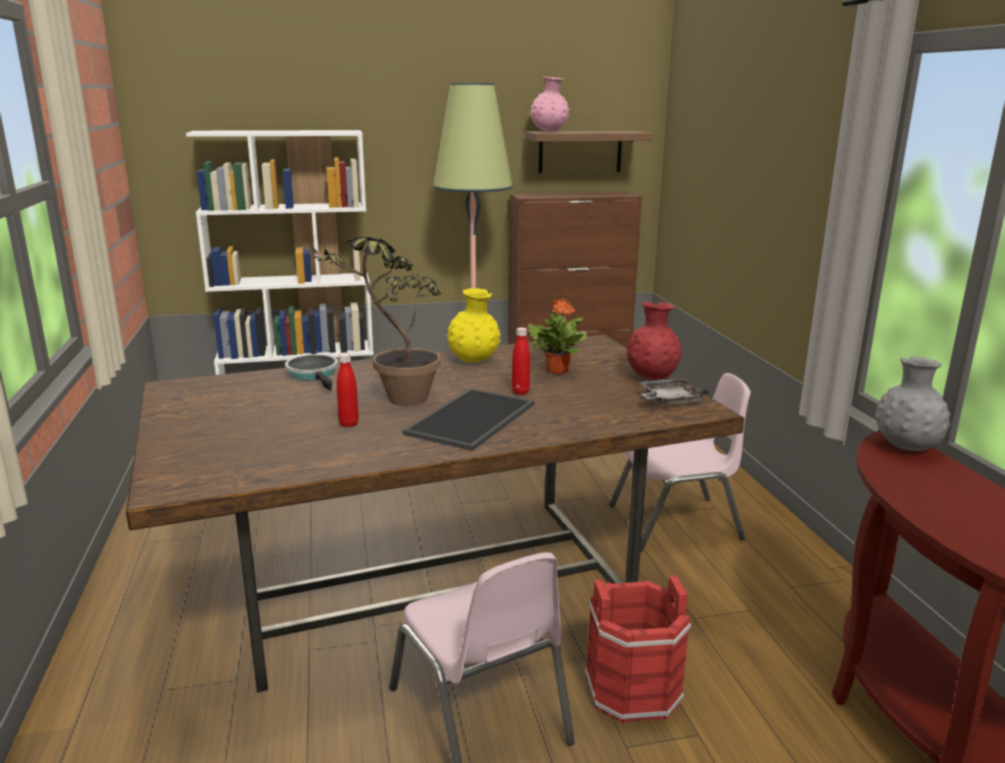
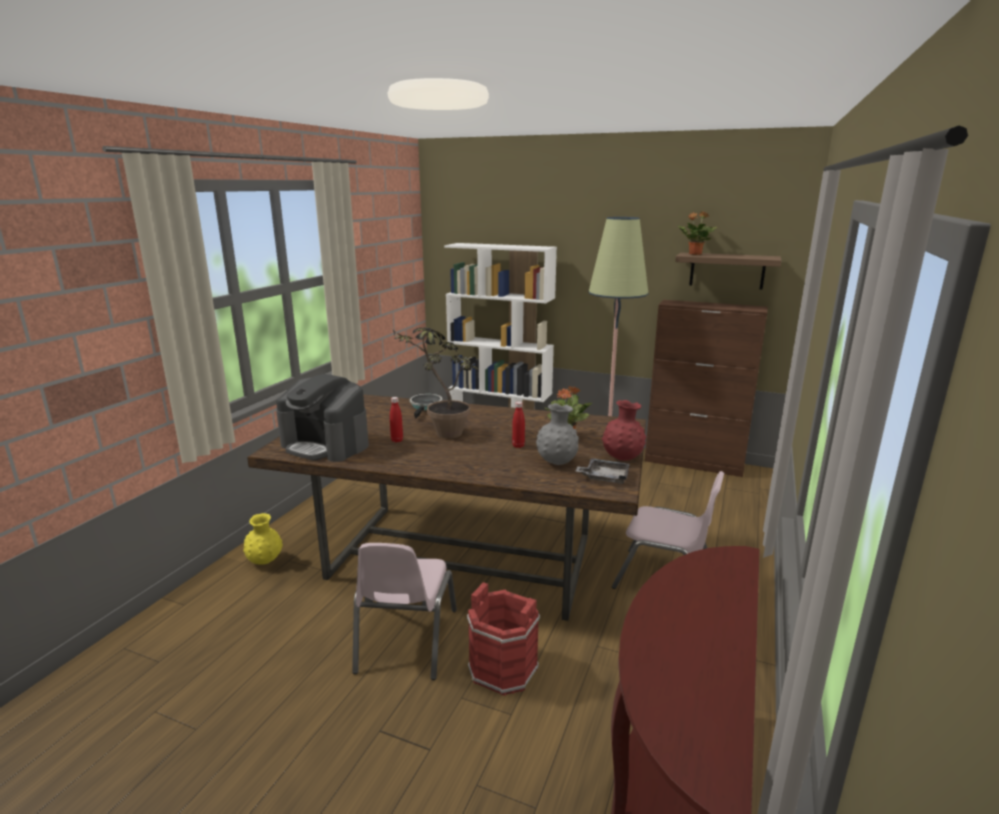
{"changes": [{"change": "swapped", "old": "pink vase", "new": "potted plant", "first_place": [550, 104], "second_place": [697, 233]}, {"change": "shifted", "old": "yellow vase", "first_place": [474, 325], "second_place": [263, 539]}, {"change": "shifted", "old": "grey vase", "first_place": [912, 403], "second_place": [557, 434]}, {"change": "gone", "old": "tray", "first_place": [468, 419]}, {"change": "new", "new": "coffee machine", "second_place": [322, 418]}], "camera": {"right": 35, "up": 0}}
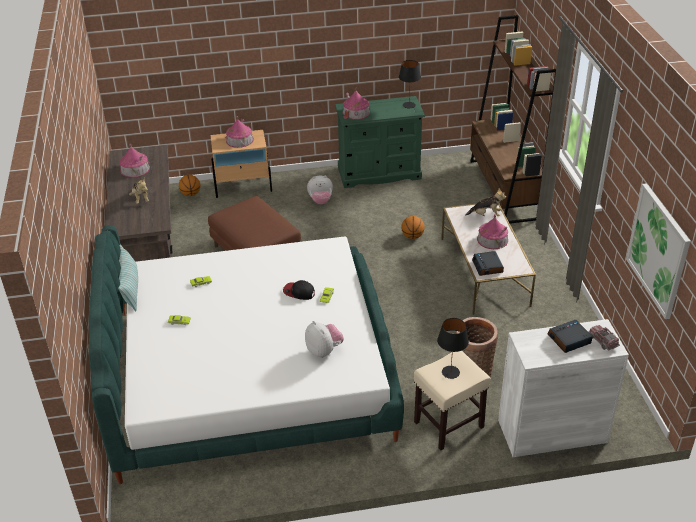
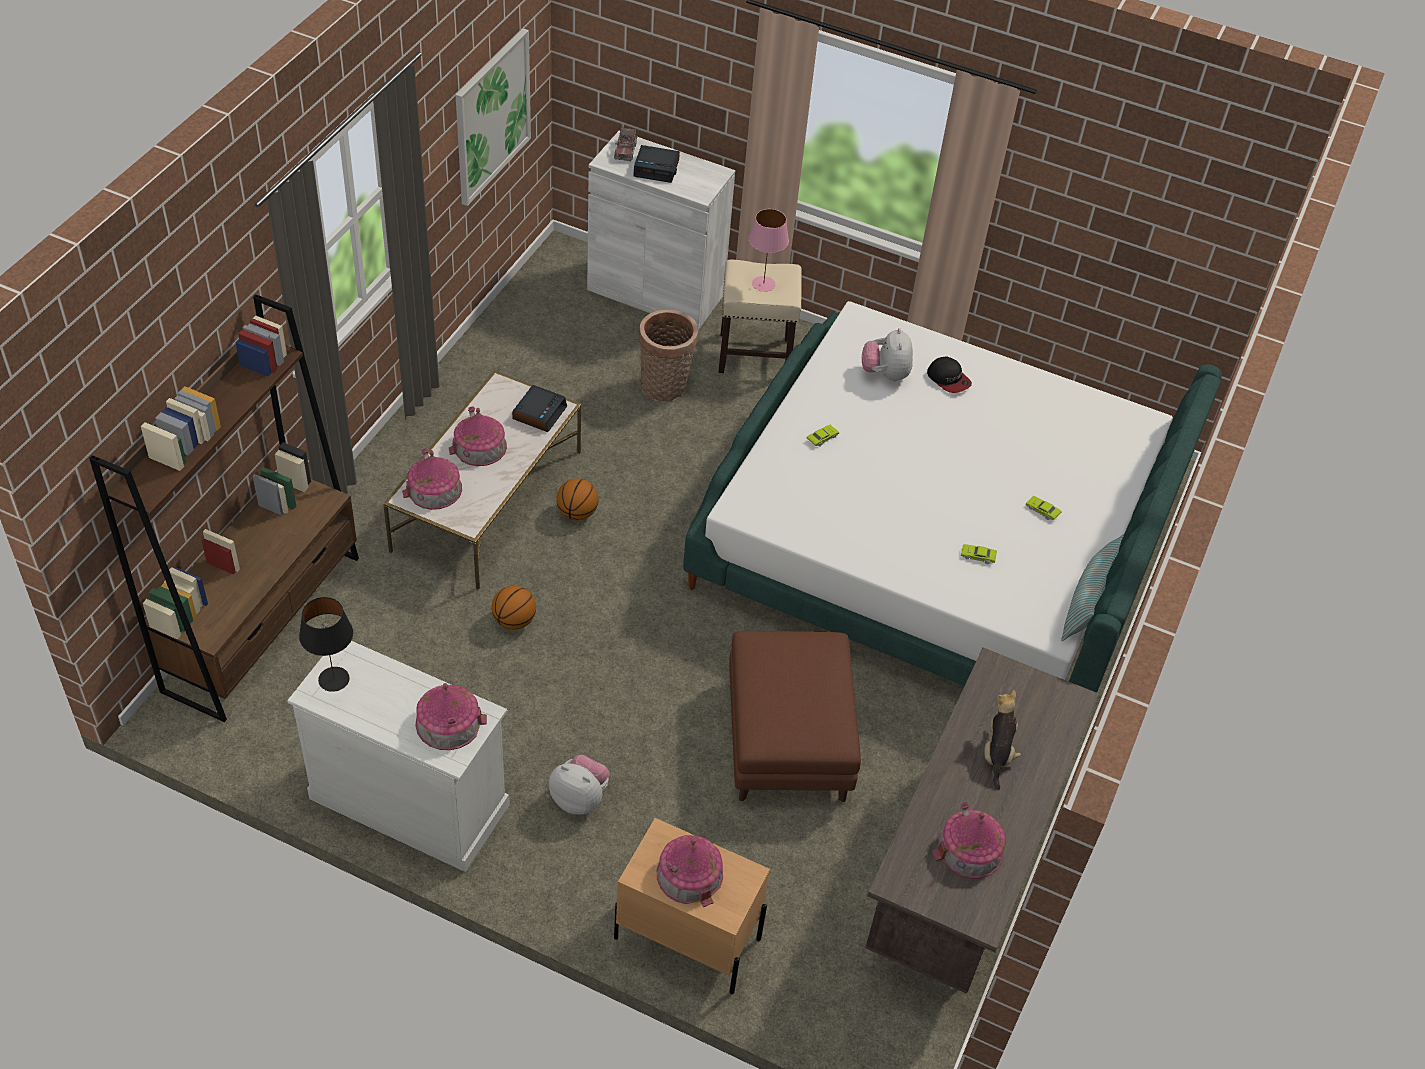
{"changes": [{"change": "repainted", "old": "green dresser", "new": "white dresser", "first_place": [380, 142], "second_place": [398, 756]}, {"change": "shifted", "old": "basketball", "first_place": [190, 185], "second_place": [577, 499]}, {"change": "swapped", "old": "plush toy", "new": "toy house", "first_place": [486, 202], "second_place": [432, 479]}, {"change": "shifted", "old": "cap", "first_place": [299, 290], "second_place": [949, 375]}, {"change": "repainted", "old": "black table lamp", "new": "pink table lamp", "first_place": [453, 348], "second_place": [768, 250]}], "camera": {"right": -150, "up": 10}}
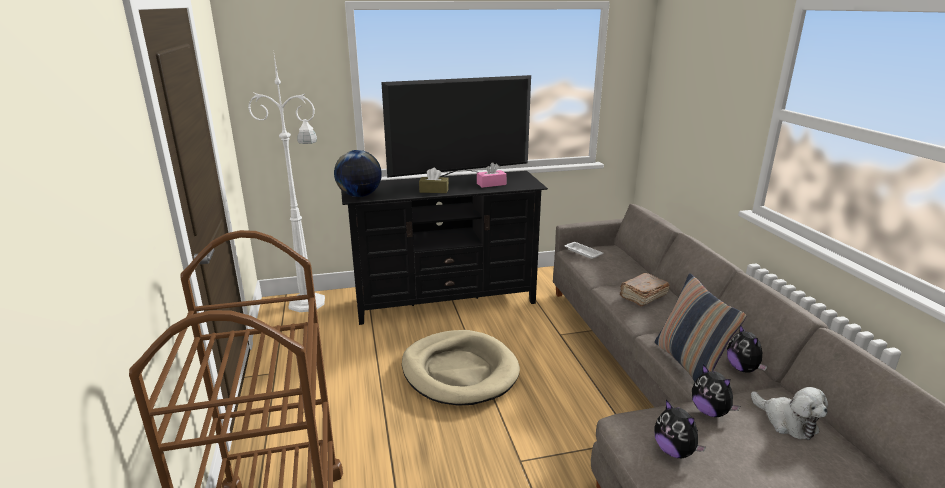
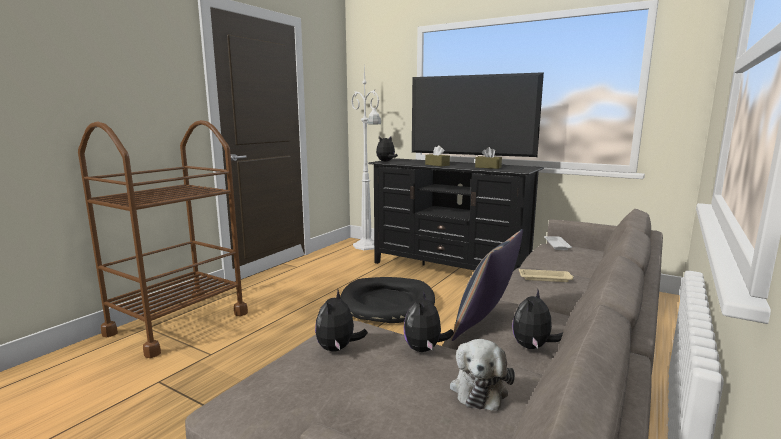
{"changes": [{"change": "swapped", "old": "globe", "new": "plush toy", "first_place": [358, 173], "second_place": [387, 149]}, {"change": "repainted", "old": "pink tissue box", "new": "brown tissue box", "first_place": [492, 175], "second_place": [488, 158]}, {"change": "swapped", "old": "brown book", "new": "beige tray", "first_place": [645, 290], "second_place": [546, 275]}, {"change": "repainted", "old": "beige dog bed", "new": "black dog bed", "first_place": [461, 368], "second_place": [387, 300]}], "camera": {"right": 45, "up": -10}}
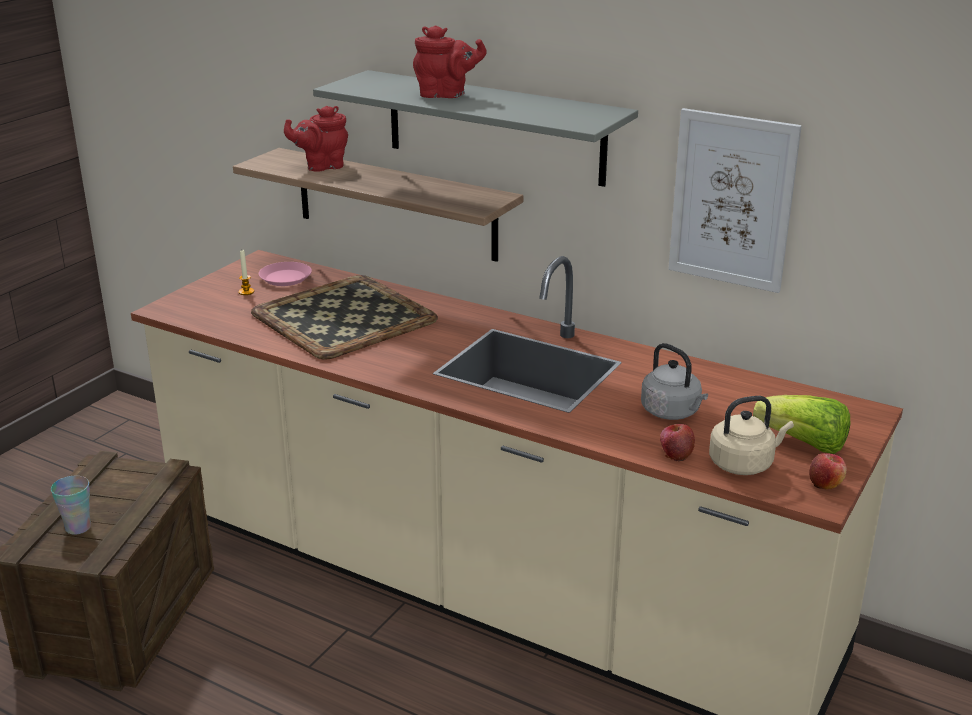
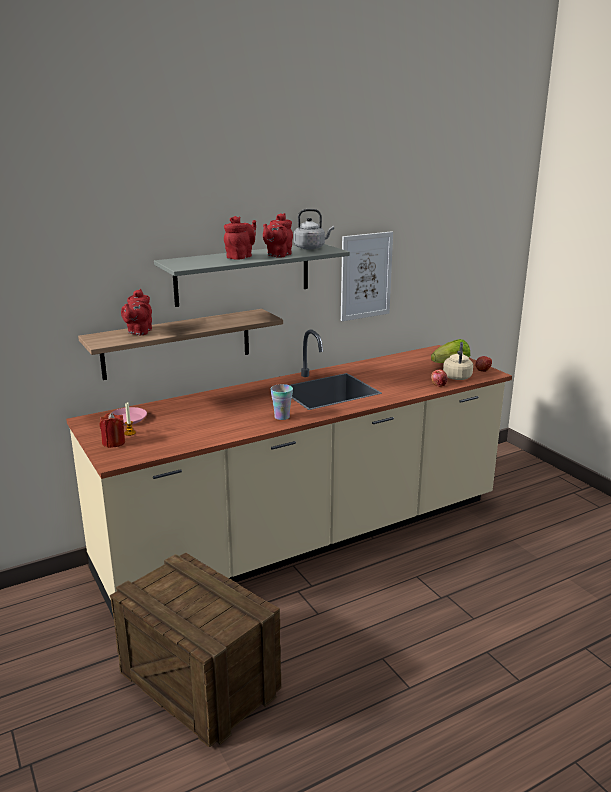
{"changes": [{"change": "gone", "old": "tray", "first_place": [344, 317]}, {"change": "shifted", "old": "grey kettle", "first_place": [674, 381], "second_place": [314, 229]}, {"change": "shifted", "old": "cup", "first_place": [71, 505], "second_place": [282, 402]}, {"change": "new", "new": "red teapot", "second_place": [278, 235]}, {"change": "new", "new": "red candle", "second_place": [112, 430]}], "camera": {"right": -60, "up": -5}}
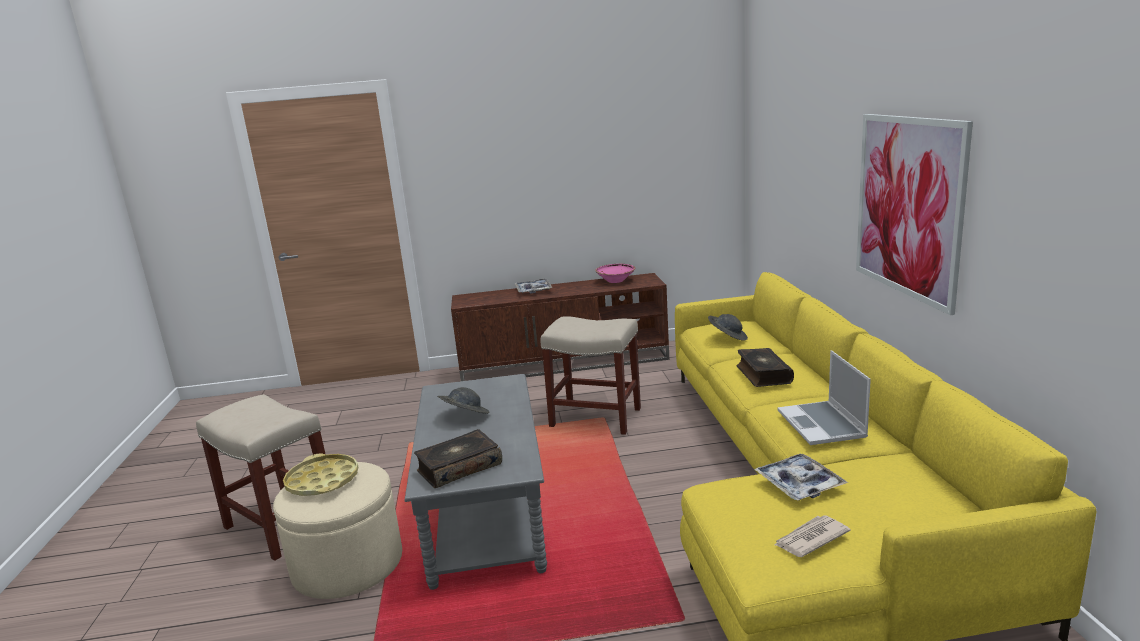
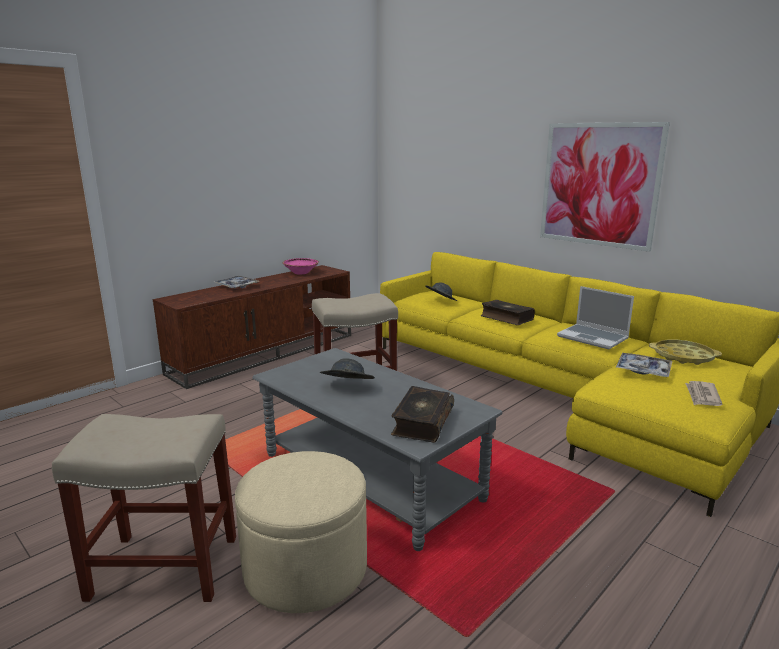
{"changes": [{"change": "shifted", "old": "yellow tray", "first_place": [320, 474], "second_place": [685, 352]}], "camera": {"right": -40, "up": 0}}
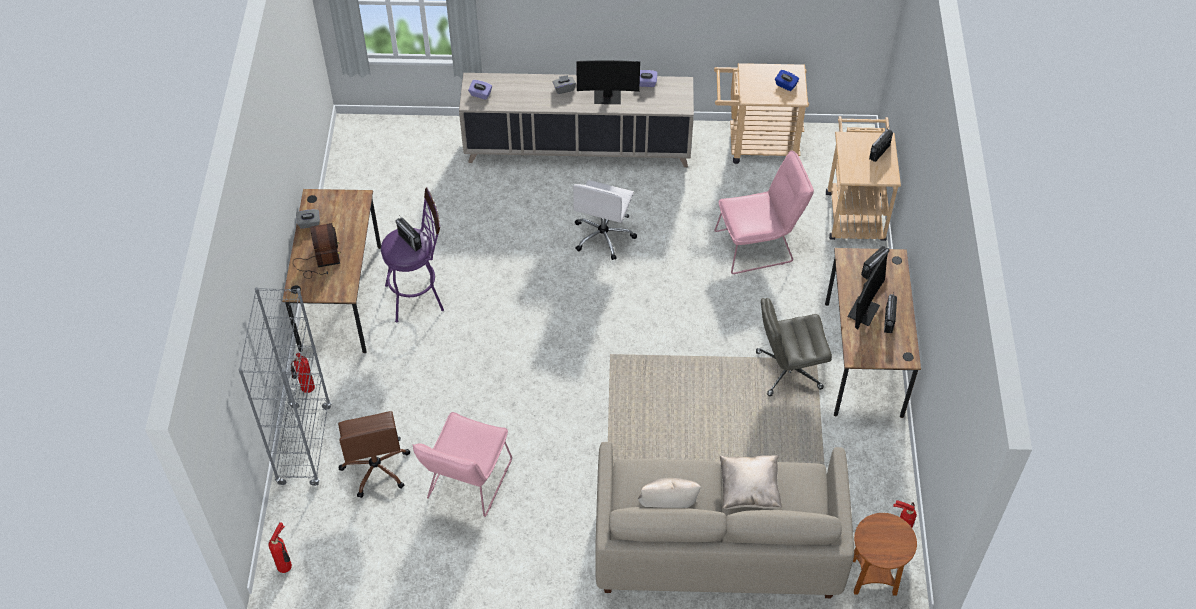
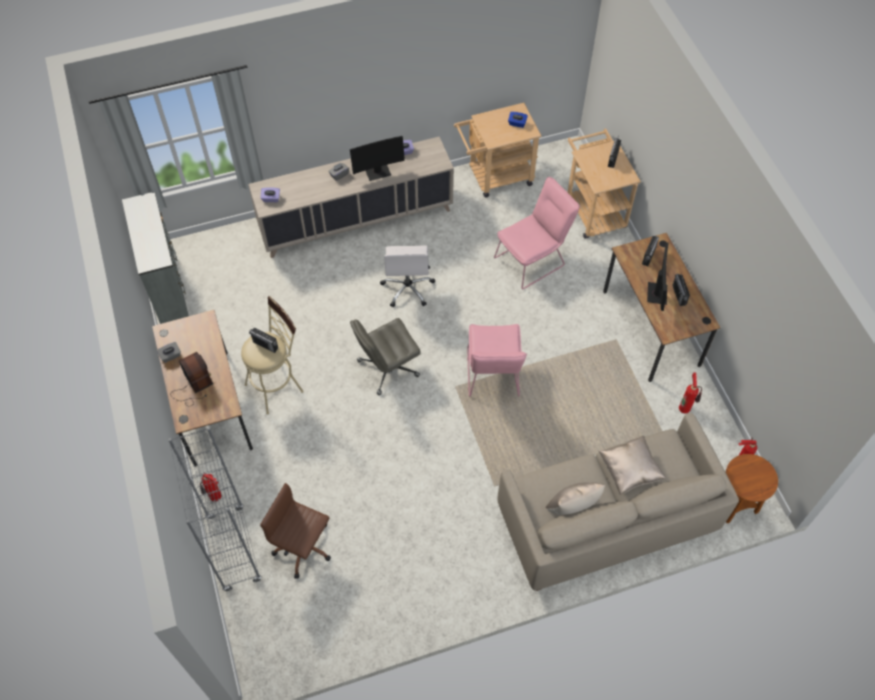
{"changes": [{"change": "repainted", "old": "purple stool", "new": "beige stool", "first_place": [412, 255], "second_place": [272, 355]}, {"change": "shifted", "old": "grey office chair", "first_place": [794, 347], "second_place": [385, 356]}, {"change": "rotated", "old": "brown office chair", "first_place": [374, 454], "second_place": [295, 531], "degrees": 150}, {"change": "shifted", "old": "pink chair", "first_place": [462, 464], "second_place": [497, 360]}, {"change": "shifted", "old": "fire extinguisher", "first_place": [280, 547], "second_place": [690, 392]}, {"change": "new", "new": "grey dresser", "second_place": [155, 258]}], "camera": {"right": -20, "up": 5}}
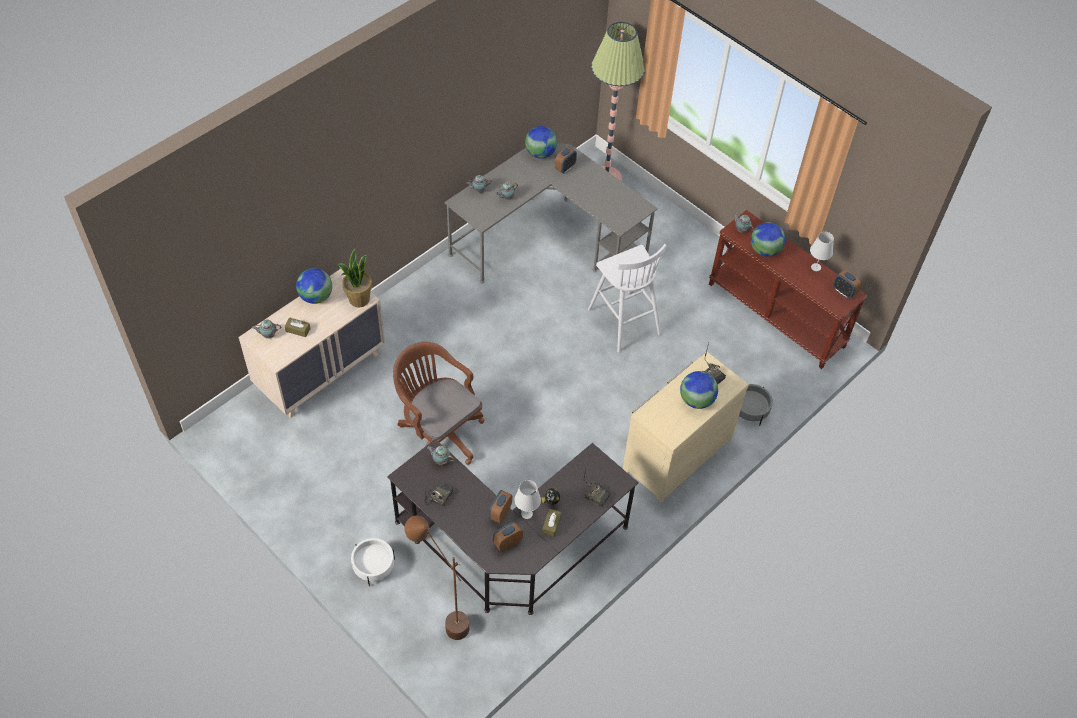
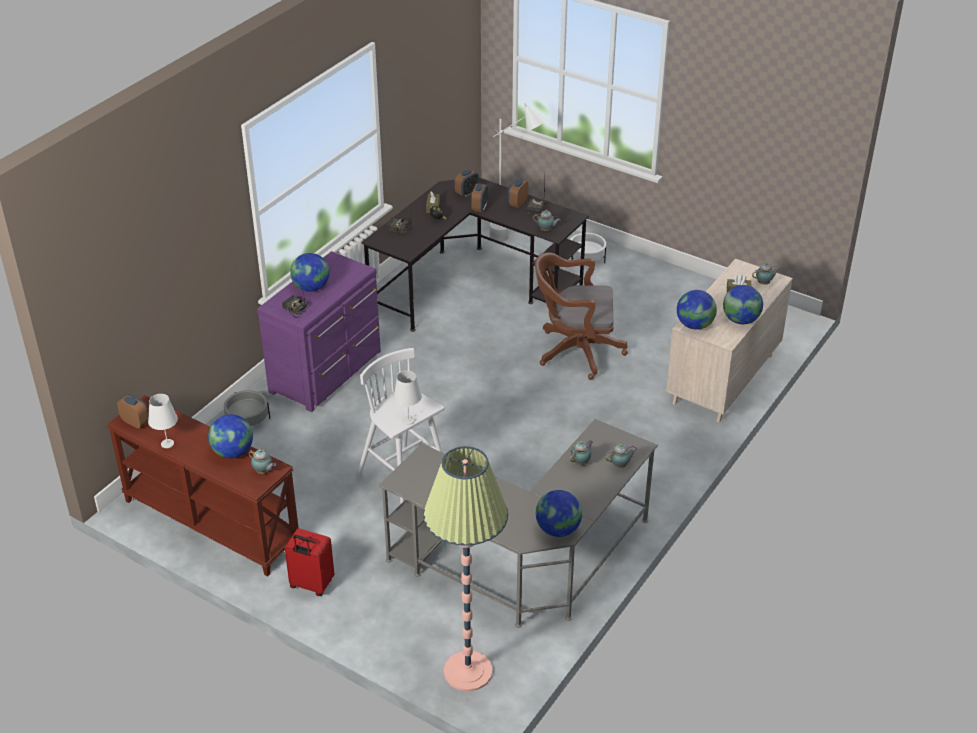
{"changes": [{"change": "shifted", "old": "alarm clock", "first_place": [566, 160], "second_place": [518, 193]}, {"change": "swapped", "old": "potted plant", "new": "globe", "first_place": [354, 278], "second_place": [697, 310]}, {"change": "rotated", "old": "brown office chair", "first_place": [438, 403], "second_place": [581, 316], "degrees": 150}, {"change": "repainted", "old": "beige dresser", "new": "purple dresser", "first_place": [686, 427], "second_place": [319, 331]}, {"change": "shifted", "old": "white table lamp", "first_place": [527, 499], "second_place": [407, 398]}, {"change": "repainted", "old": "brown floor lamp", "new": "white floor lamp", "first_place": [436, 578], "second_place": [517, 172]}, {"change": "new", "new": "red suitcase", "second_place": [309, 562]}], "camera": {"right": 170, "up": -15}}
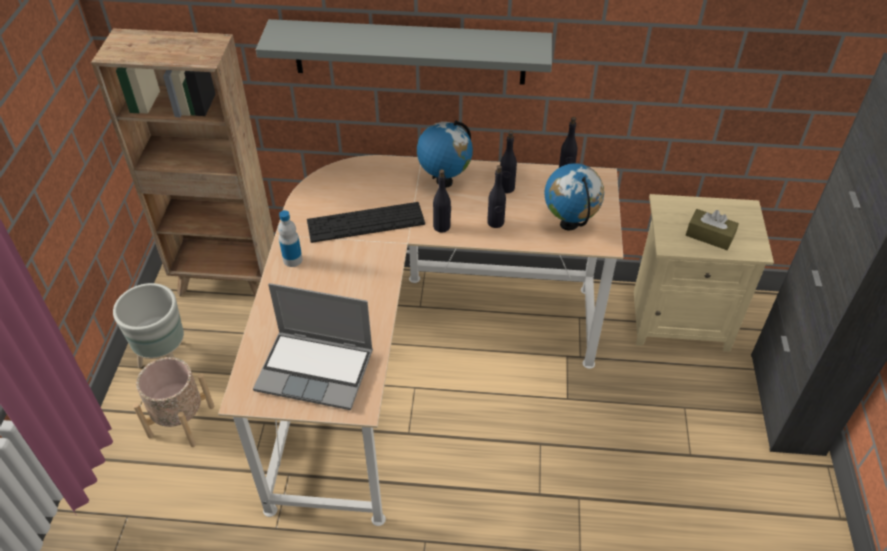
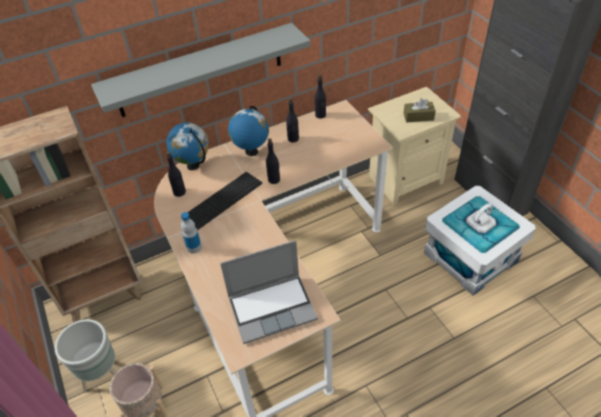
{"changes": [{"change": "shifted", "old": "globe", "first_place": [574, 196], "second_place": [188, 146]}, {"change": "shifted", "old": "black bottle", "first_place": [496, 196], "second_place": [176, 174]}, {"change": "new", "new": "white storage box", "second_place": [480, 241]}], "camera": {"right": -30, "up": 0}}
